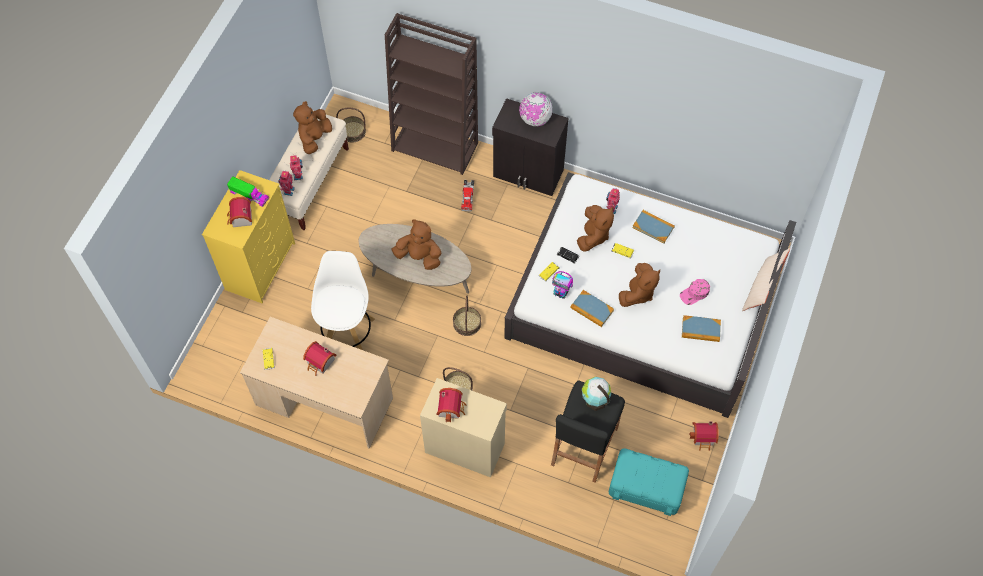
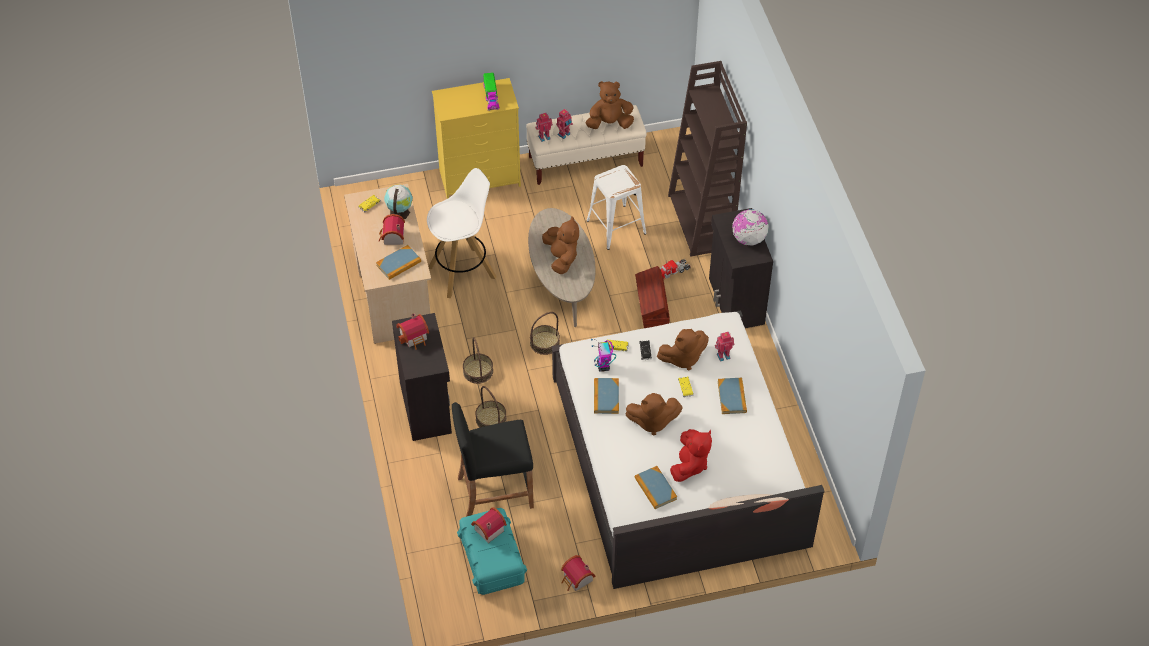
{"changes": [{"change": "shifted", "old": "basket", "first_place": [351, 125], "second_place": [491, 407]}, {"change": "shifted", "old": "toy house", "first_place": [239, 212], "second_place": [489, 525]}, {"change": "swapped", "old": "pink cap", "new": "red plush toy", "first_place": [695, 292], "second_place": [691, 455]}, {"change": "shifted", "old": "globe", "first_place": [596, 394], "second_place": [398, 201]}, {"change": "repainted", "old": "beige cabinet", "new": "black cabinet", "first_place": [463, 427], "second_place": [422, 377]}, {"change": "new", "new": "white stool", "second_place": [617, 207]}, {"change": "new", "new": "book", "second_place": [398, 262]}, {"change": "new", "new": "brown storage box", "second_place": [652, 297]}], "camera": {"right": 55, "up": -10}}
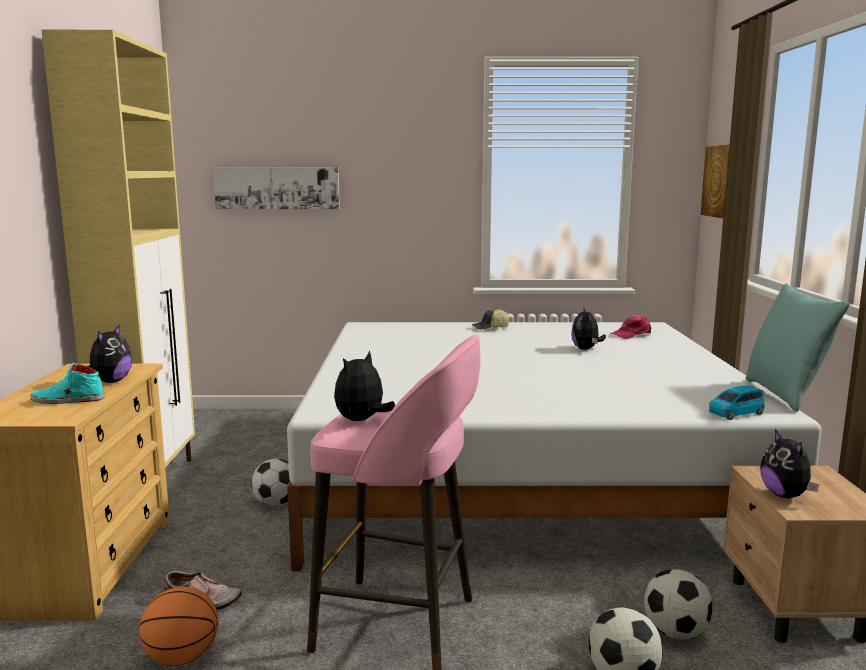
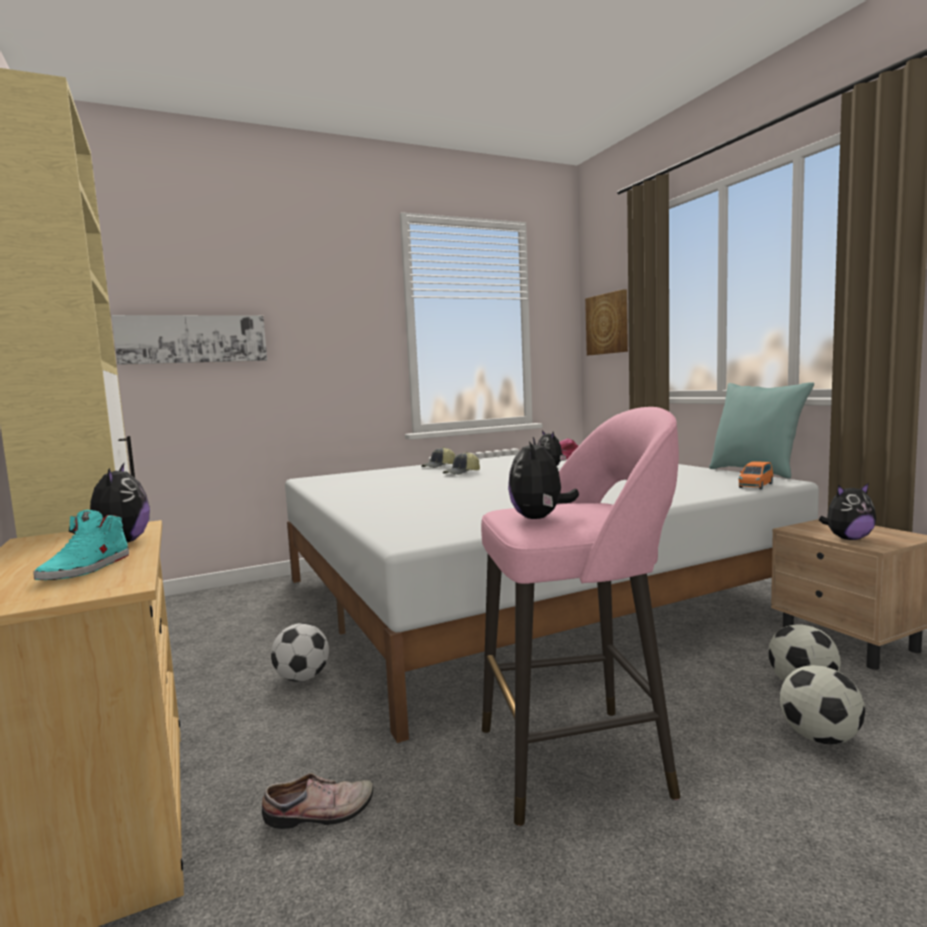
{"changes": [{"change": "rotated", "old": "turquoise shoe", "first_place": [67, 383], "second_place": [81, 545], "degrees": -45}, {"change": "repainted", "old": "blue toy car", "new": "orange toy car", "first_place": [737, 403], "second_place": [755, 475]}, {"change": "rotated", "old": "plush toy", "first_place": [790, 463], "second_place": [847, 511], "degrees": -60}, {"change": "gone", "old": "basketball", "first_place": [179, 626]}, {"change": "new", "new": "cap", "second_place": [461, 463]}], "camera": {"right": -25, "up": -5}}
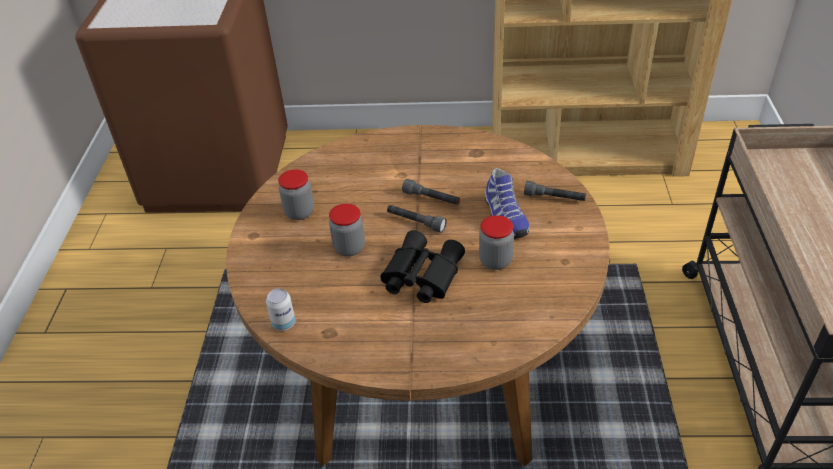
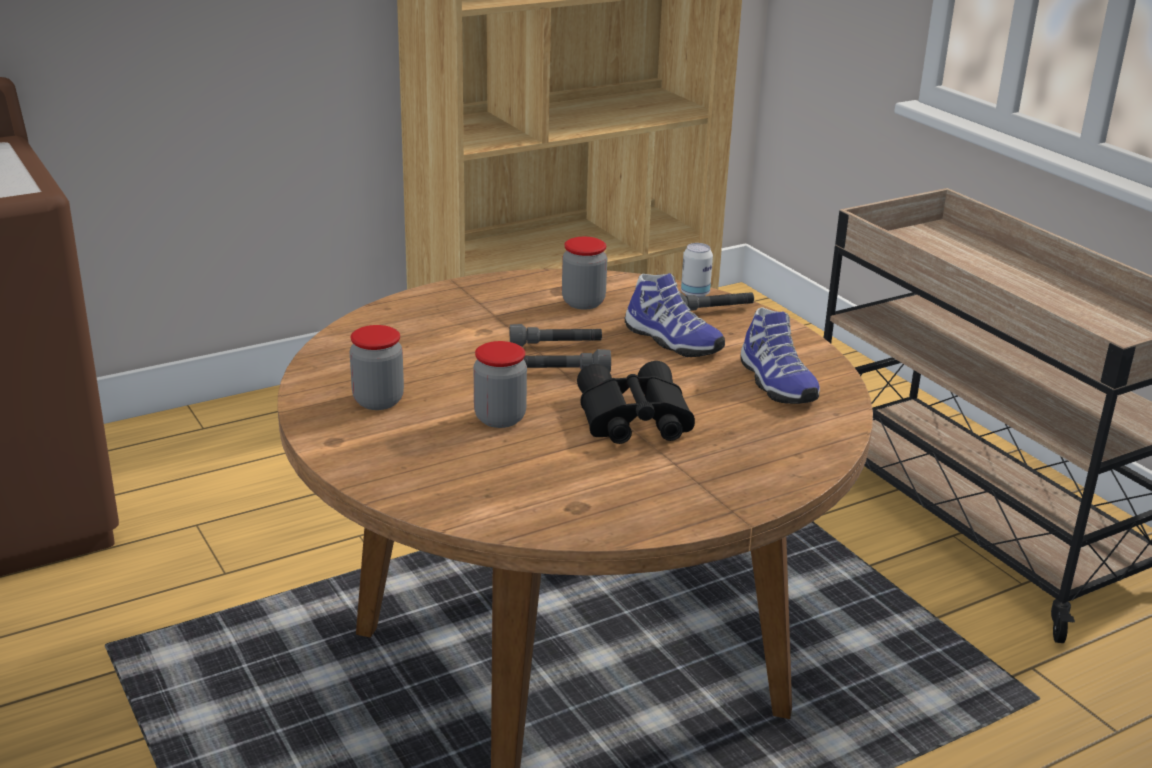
{"changes": [{"change": "shifted", "old": "jar", "first_place": [496, 242], "second_place": [584, 273]}, {"change": "shifted", "old": "can", "first_place": [280, 309], "second_place": [697, 270]}, {"change": "new", "new": "shoe", "second_place": [780, 355]}], "camera": {"right": -35, "up": -15}}
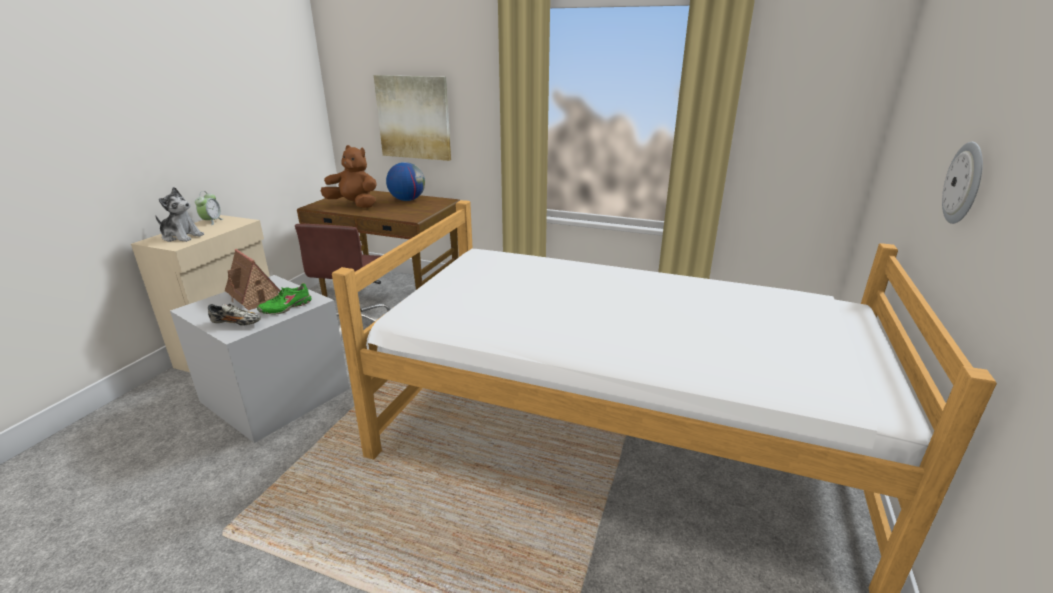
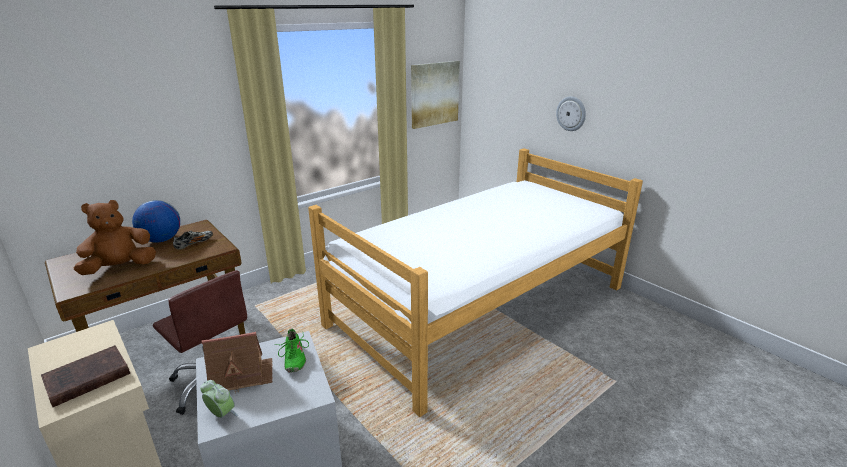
{"changes": [{"change": "shifted", "old": "picture", "first_place": [412, 118], "second_place": [435, 95]}, {"change": "swapped", "old": "plush toy", "new": "brown book", "first_place": [179, 214], "second_place": [85, 376]}, {"change": "shifted", "old": "alarm clock", "first_place": [209, 208], "second_place": [219, 399]}, {"change": "shifted", "old": "shoe", "first_place": [234, 315], "second_place": [193, 240]}], "camera": {"right": -60, "up": 0}}
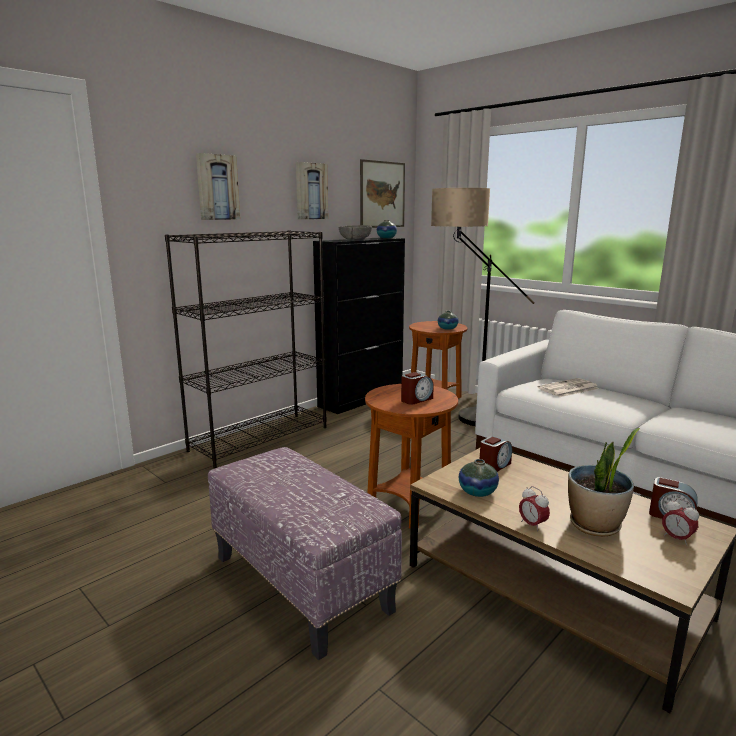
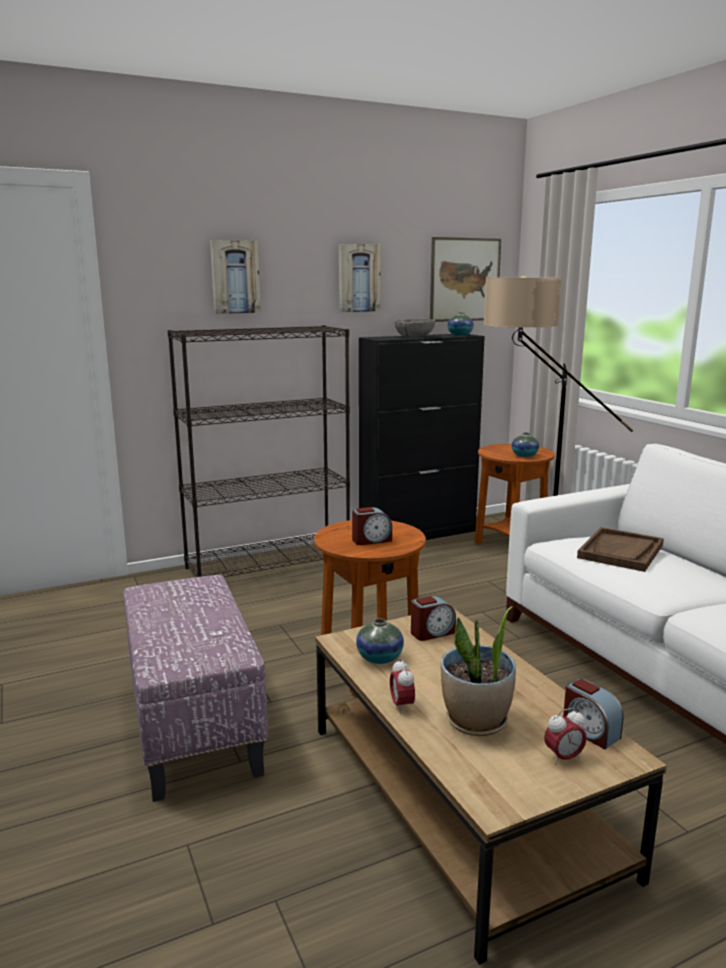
{"changes": [{"change": "swapped", "old": "newspaper", "new": "brown tray", "first_place": [569, 387], "second_place": [620, 549]}, {"change": "rotated", "old": "alarm clock", "first_place": [680, 522], "second_place": [565, 736], "degrees": -90}], "camera": {"right": 20, "up": 0}}
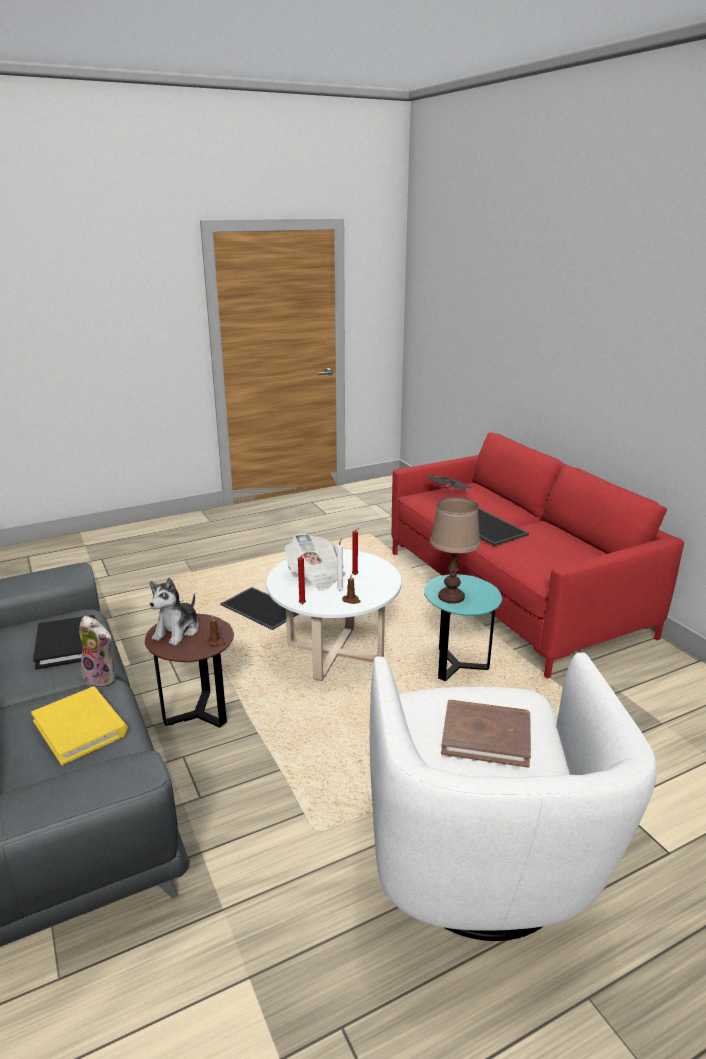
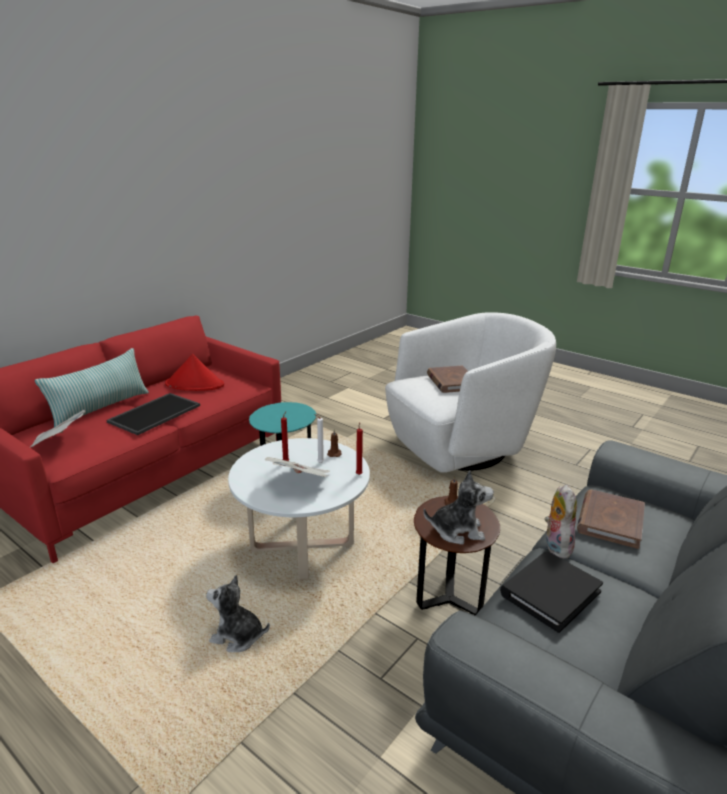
{"changes": [{"change": "gone", "old": "brown table lamp", "first_place": [455, 550]}, {"change": "swapped", "old": "tray", "new": "plush toy", "first_place": [259, 608], "second_place": [238, 613]}, {"change": "repainted", "old": "yellow book", "new": "brown book", "first_place": [79, 726], "second_place": [611, 519]}, {"change": "new", "new": "pillow", "second_place": [92, 387]}, {"change": "new", "new": "red hat", "second_place": [194, 372]}], "camera": {"right": -115, "up": 0}}
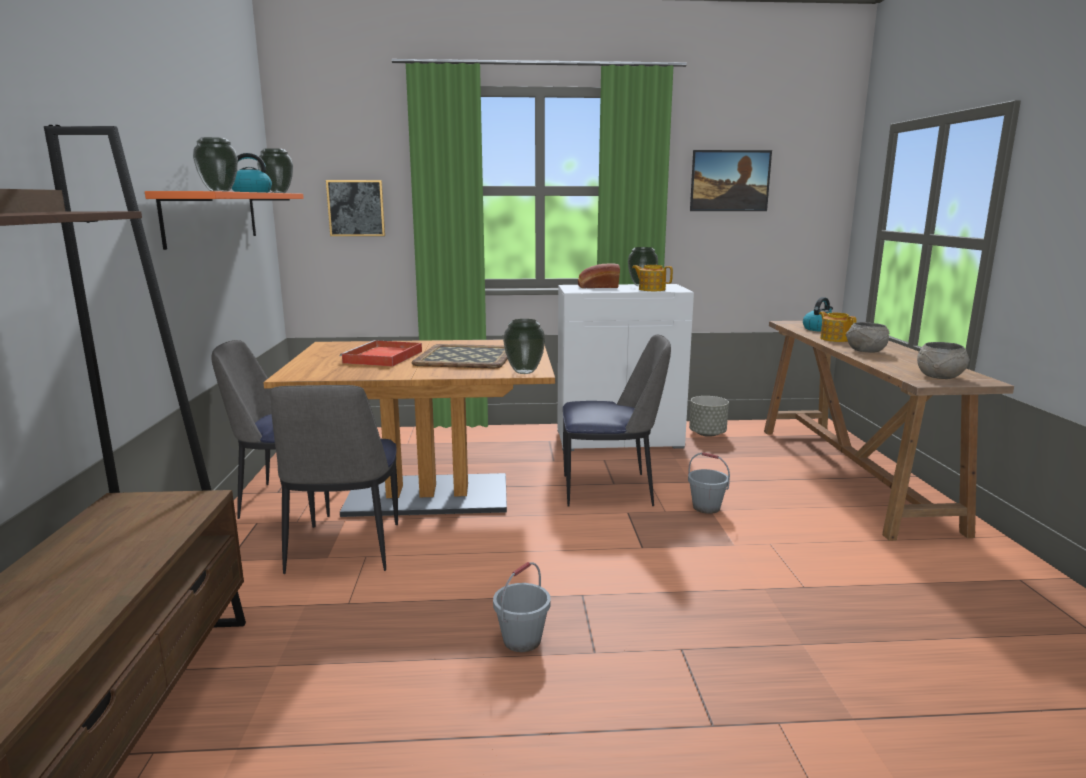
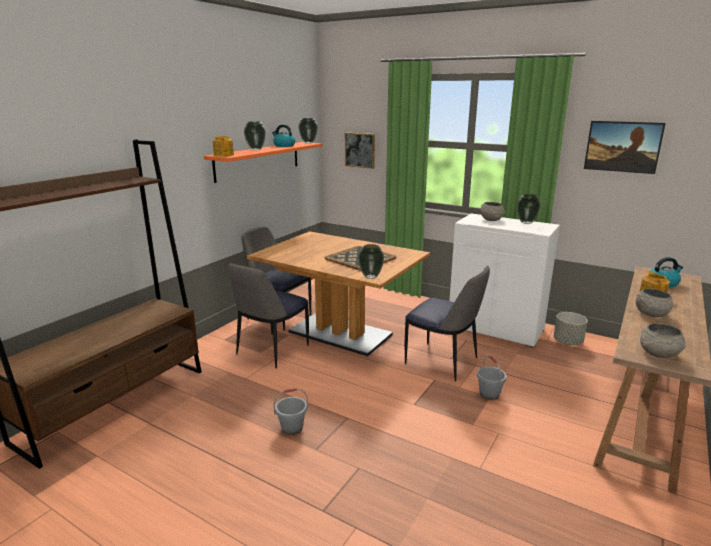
{"changes": [{"change": "swapped", "old": "bread", "new": "grey bowl", "first_place": [599, 275], "second_place": [492, 211]}, {"change": "shifted", "old": "teapot", "first_place": [652, 278], "second_place": [223, 146]}, {"change": "gone", "old": "red tray", "first_place": [381, 353]}], "camera": {"right": 35, "up": 5}}
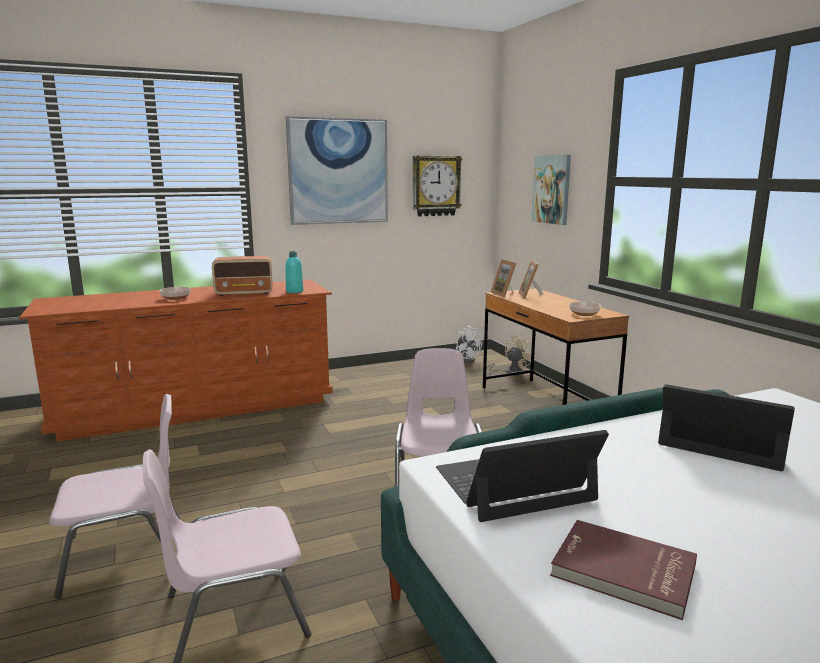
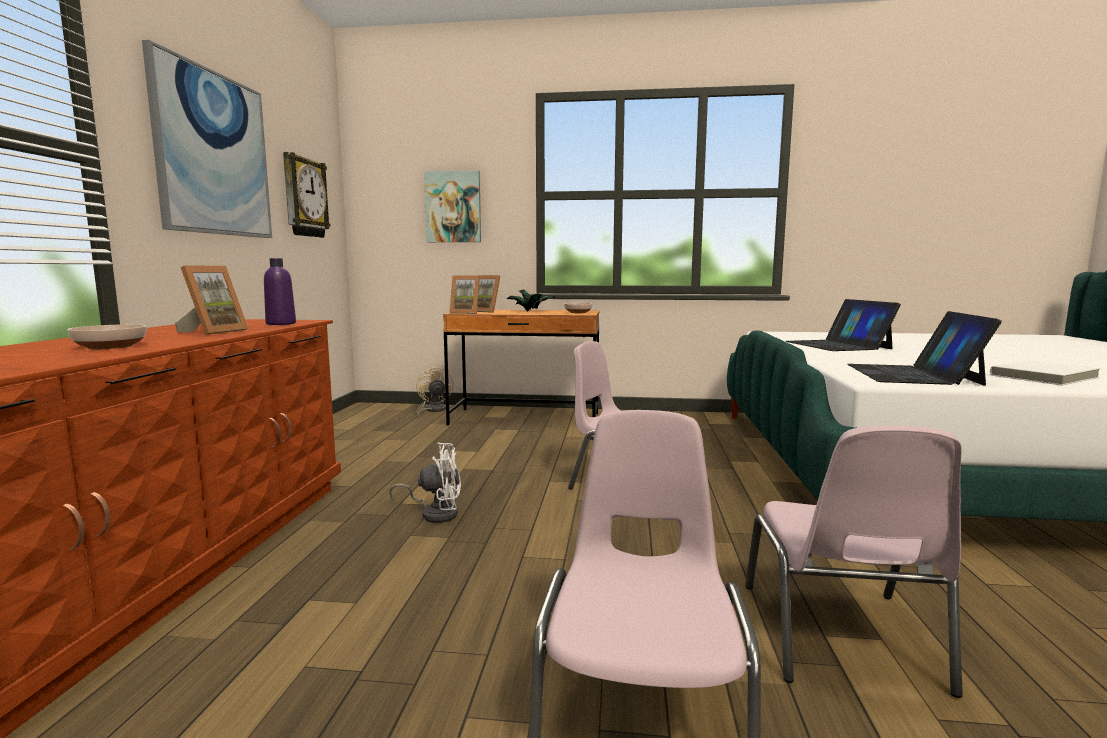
{"changes": [{"change": "repainted", "old": "turquoise bottle", "new": "purple bottle", "first_place": [294, 272], "second_place": [280, 291]}, {"change": "swapped", "old": "radio", "new": "picture frame", "first_place": [242, 276], "second_place": [211, 300]}, {"change": "shifted", "old": "white fan", "first_place": [469, 345], "second_place": [425, 483]}, {"change": "rotated", "old": "laptop", "first_place": [726, 427], "second_place": [843, 325], "degrees": -75}, {"change": "repainted", "old": "red book", "new": "white book", "first_place": [623, 570], "second_place": [1045, 372]}, {"change": "new", "new": "potted plant", "second_place": [531, 300]}], "camera": {"right": -60, "up": -5}}
